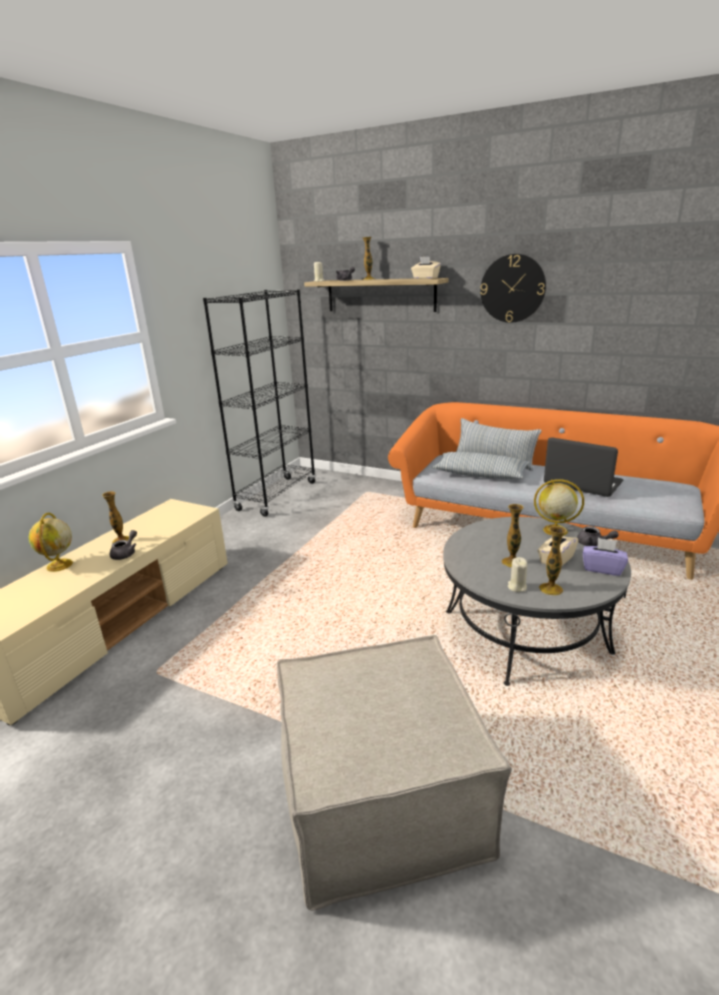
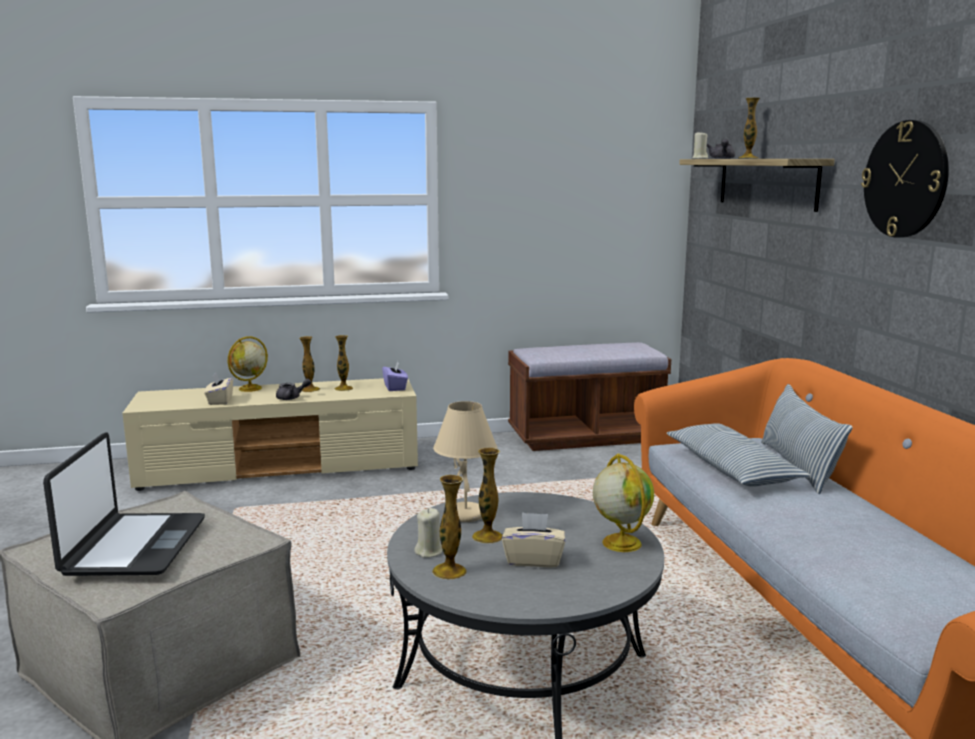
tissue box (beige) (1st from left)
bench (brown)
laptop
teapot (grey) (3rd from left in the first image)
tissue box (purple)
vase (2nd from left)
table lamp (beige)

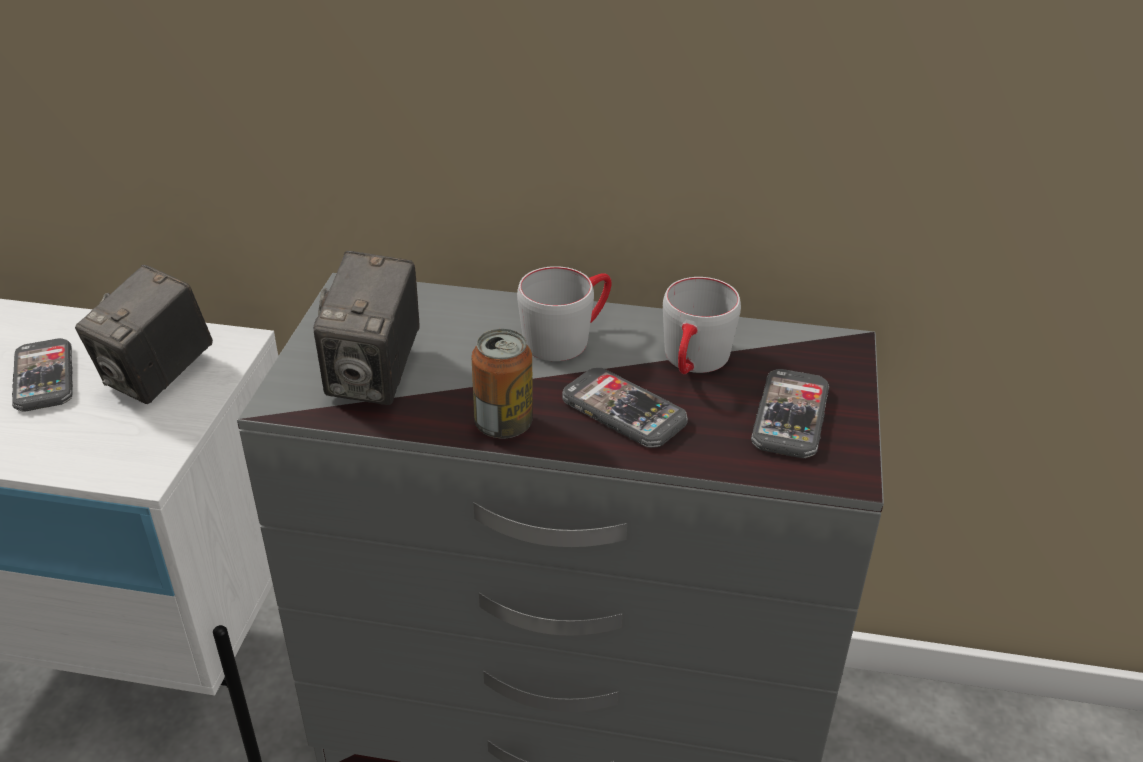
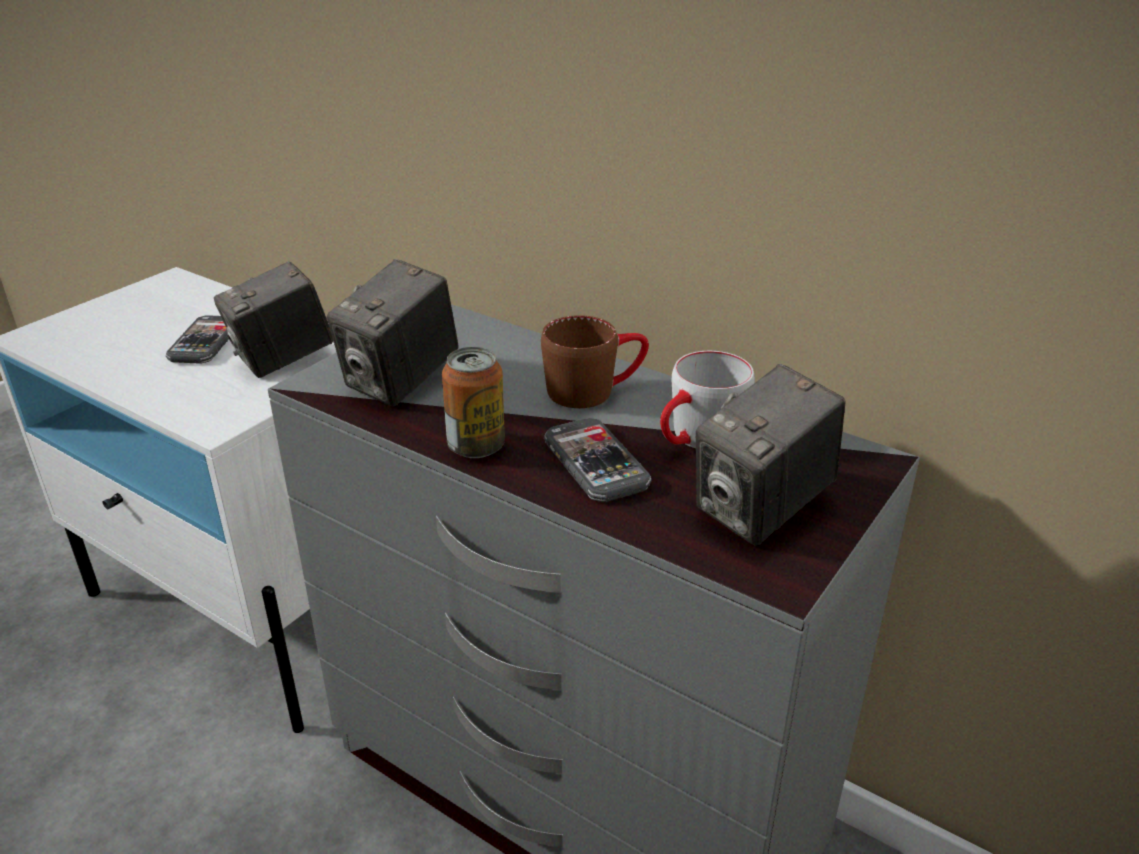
mug (brown)
photo camera (3rd from left)

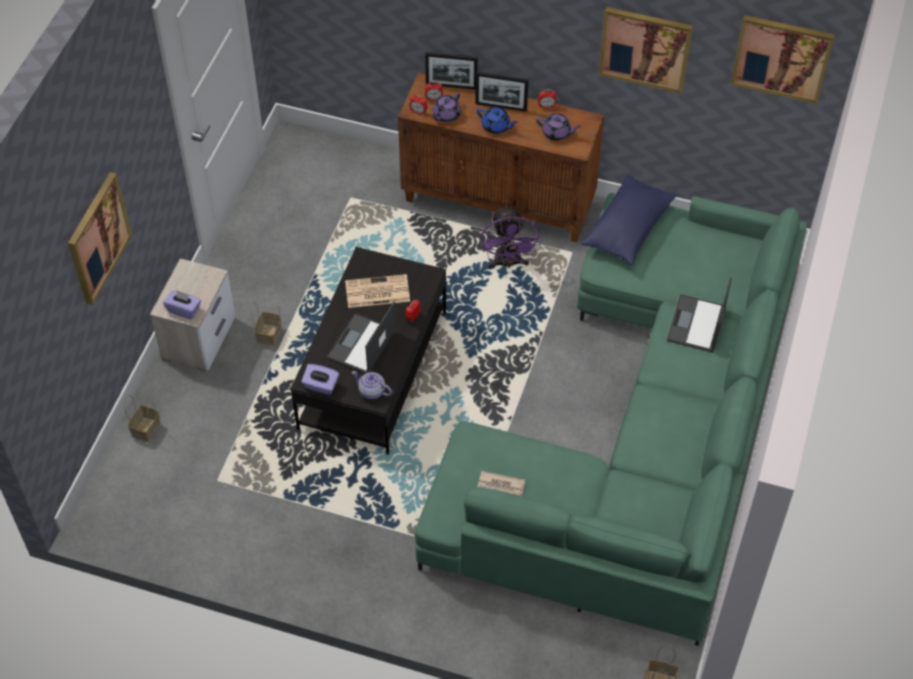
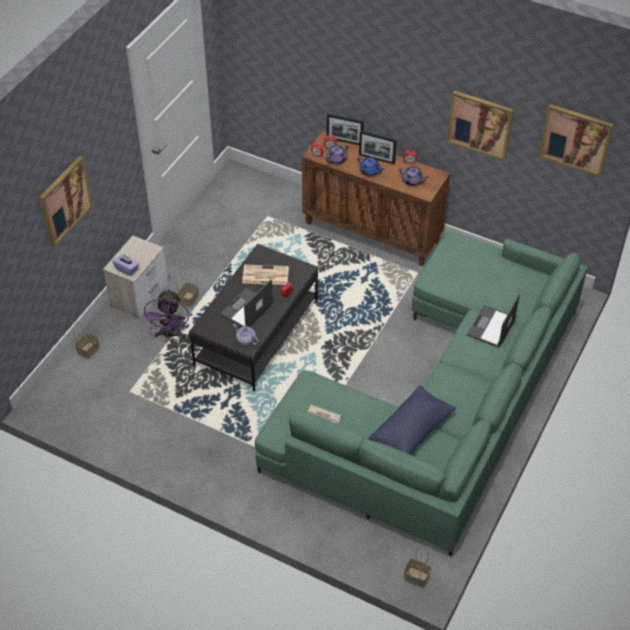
pillow (blue)
fan (purple)
tissue box (purple) (2nd from left in the first image)

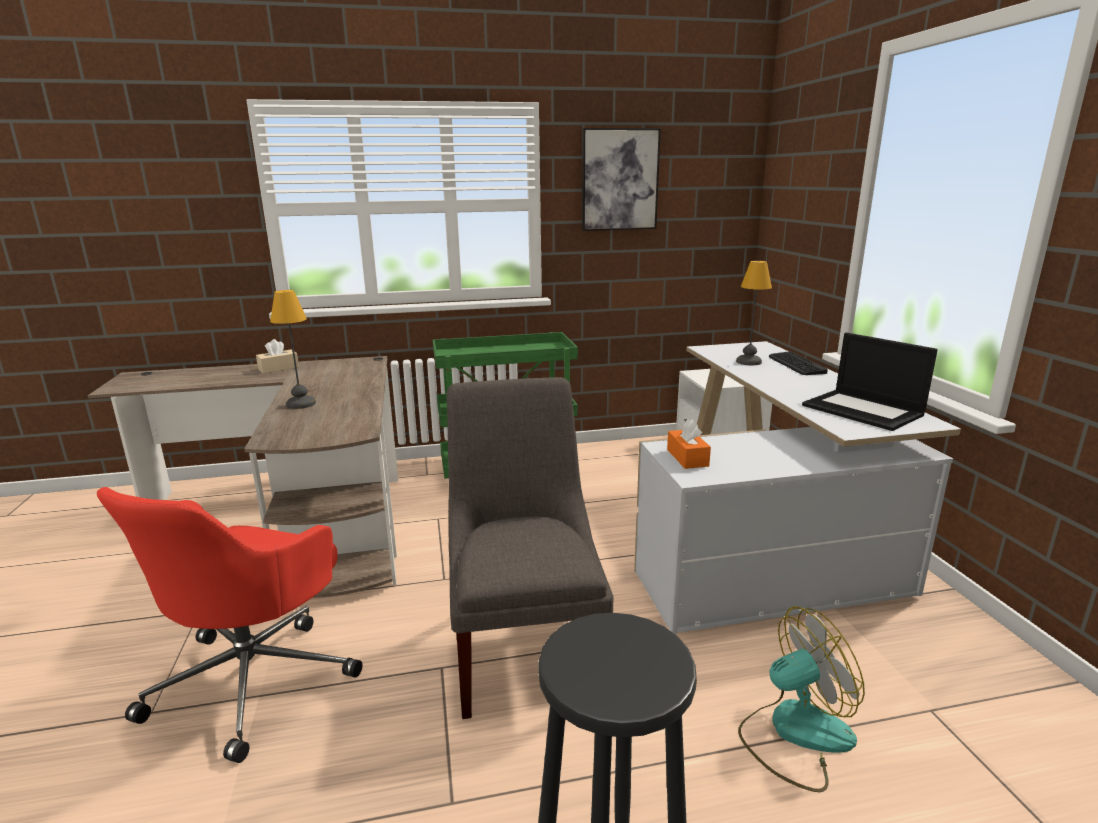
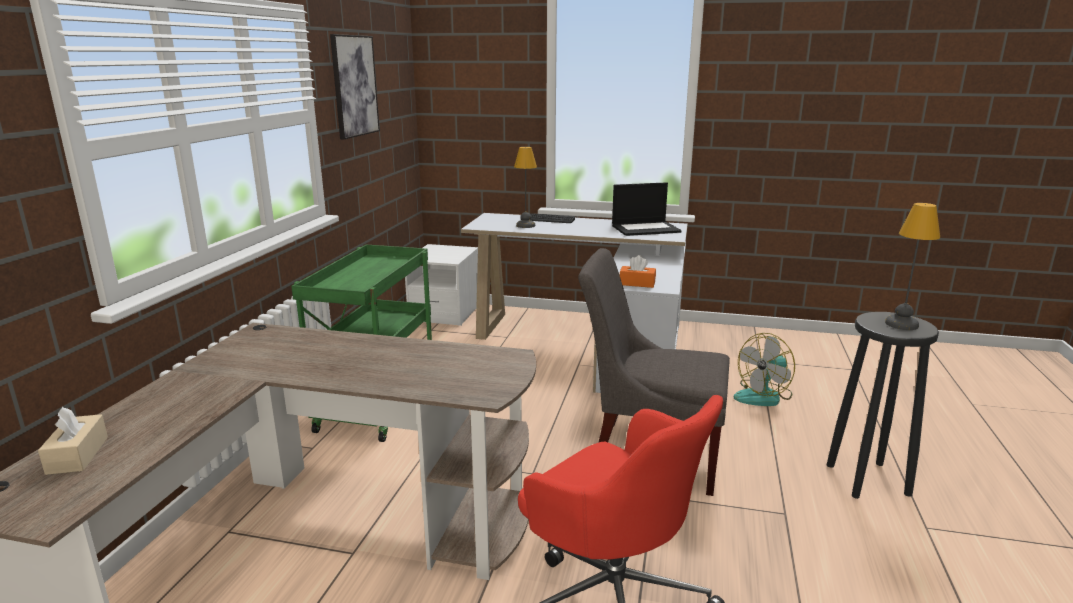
table lamp (2nd from left)
tissue box (beige)
fan

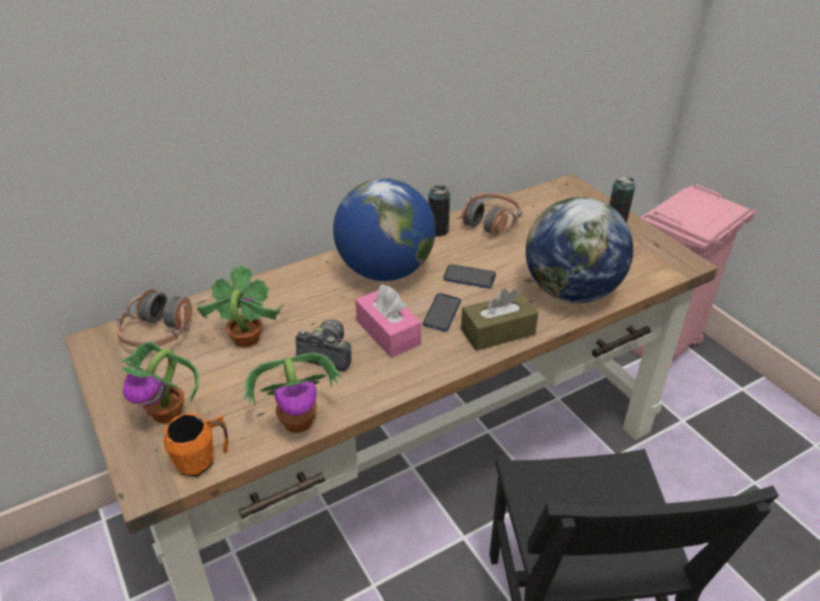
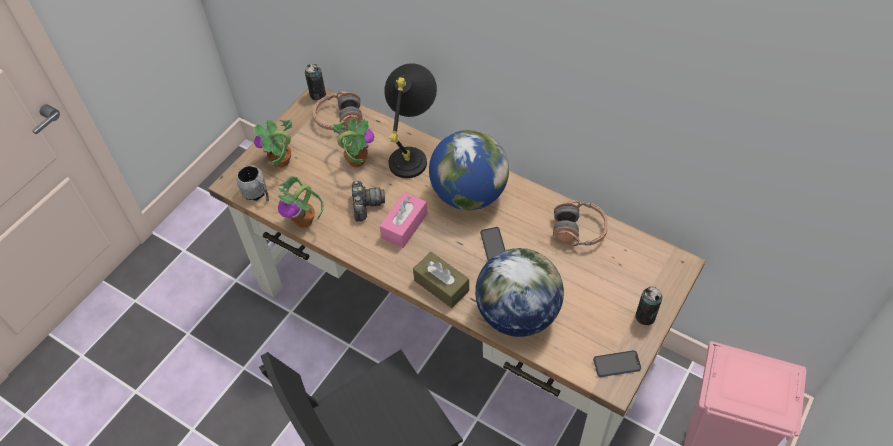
can (1st from left)
phone (2nd from left)
mug (grey)
table lamp (black)

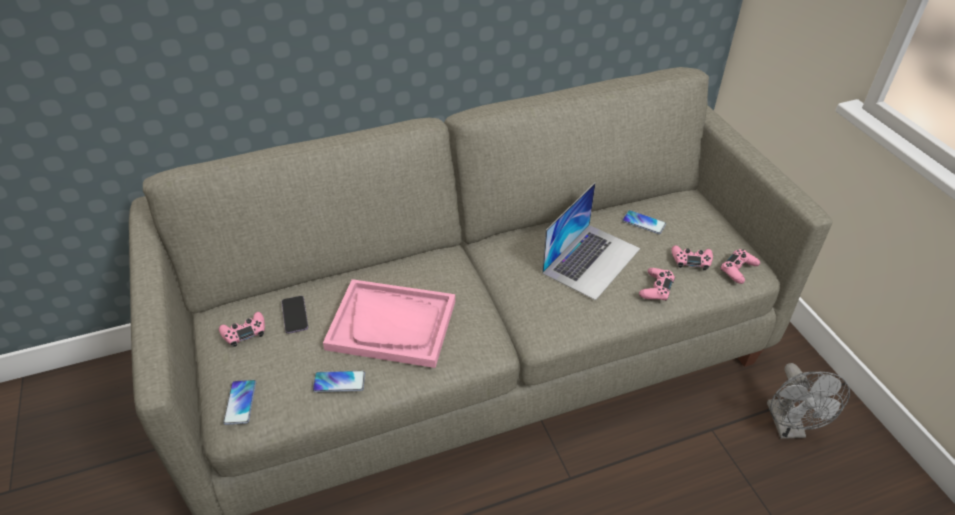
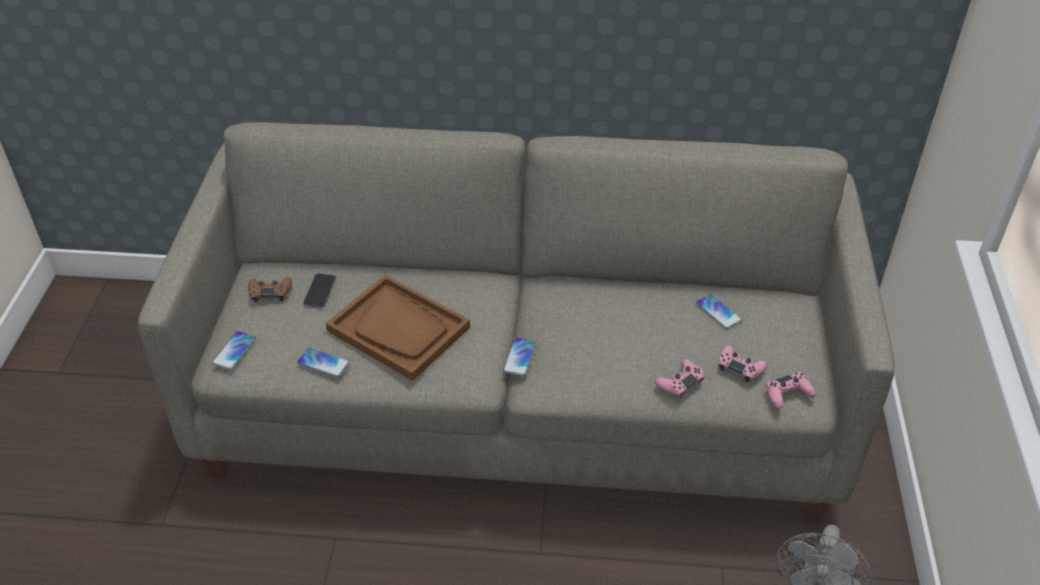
laptop
tray (brown)
game controller (brown)
phone (4th from left)

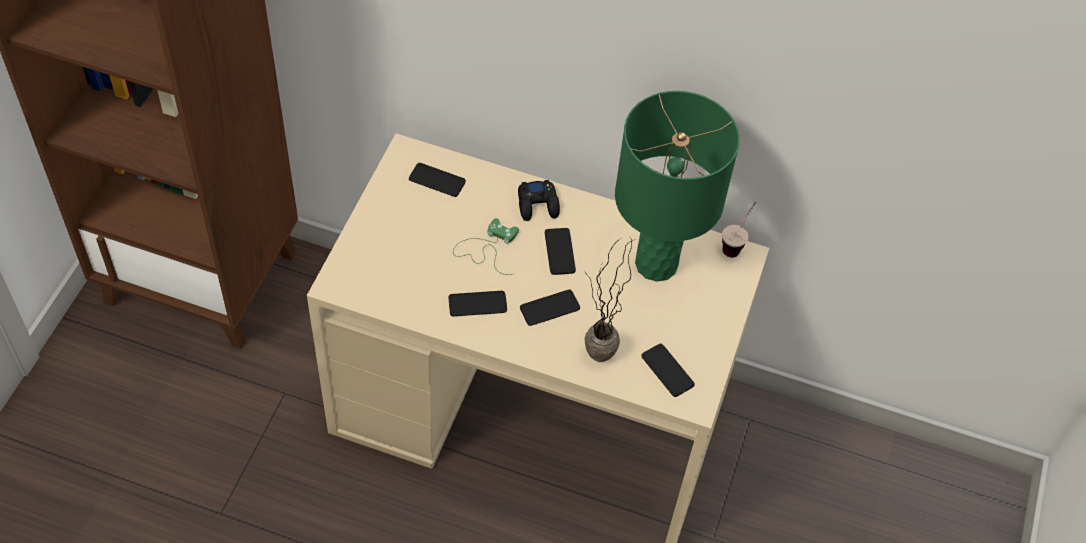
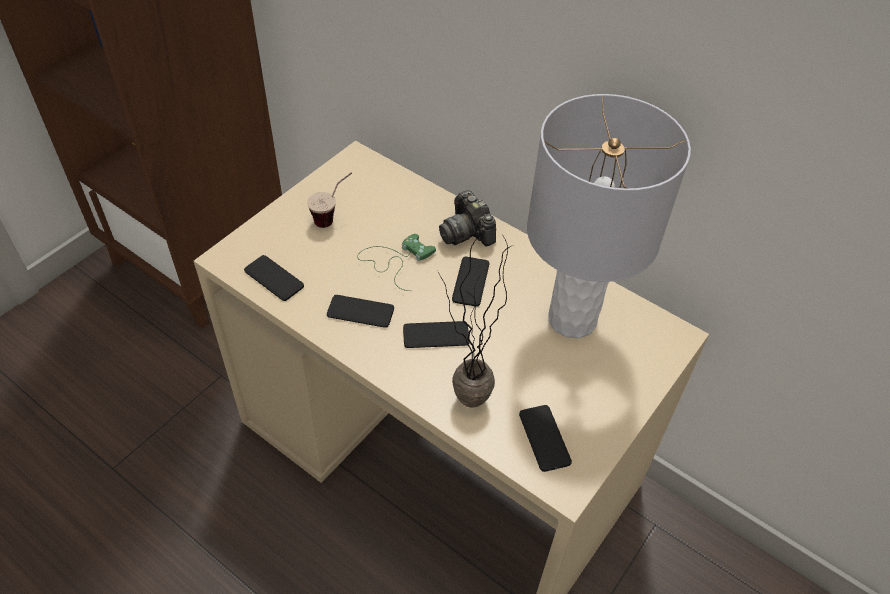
table lamp (grey)
phone (1st from left)
photo camera
cup

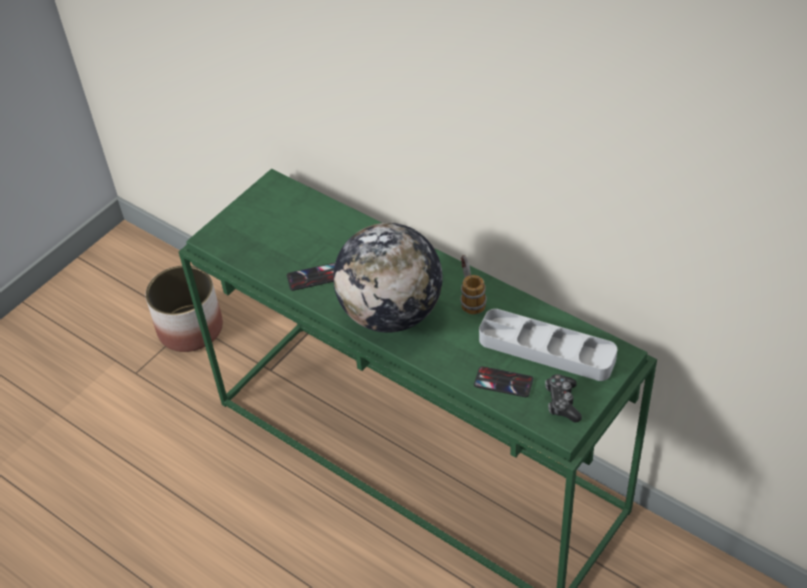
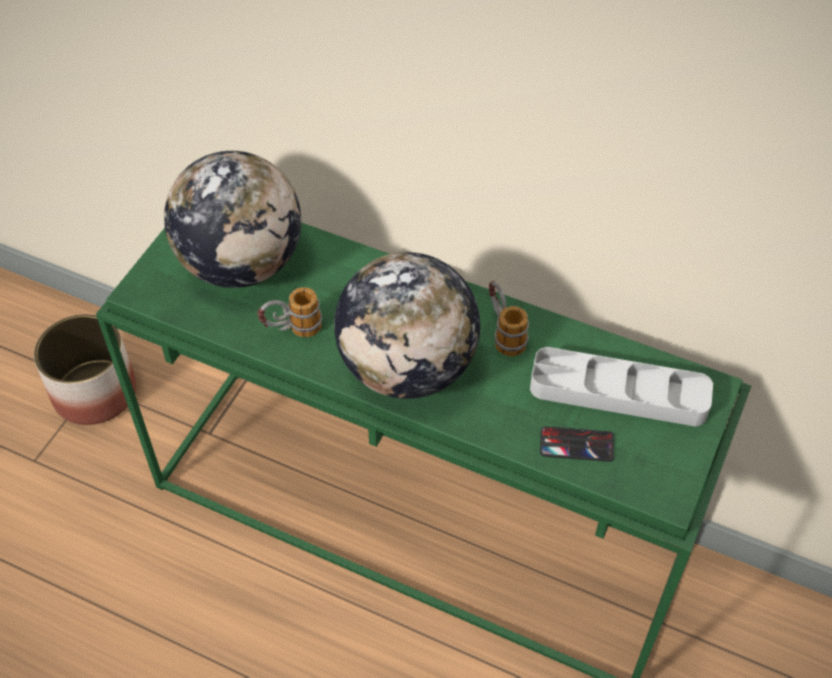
mug (1st from left)
game controller
globe (1st from left)

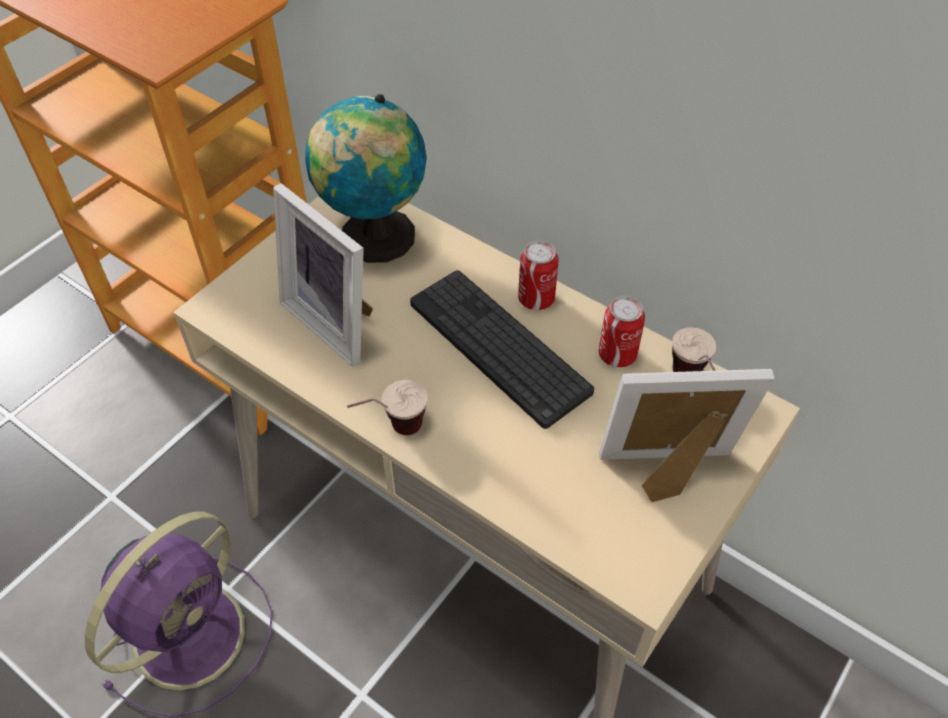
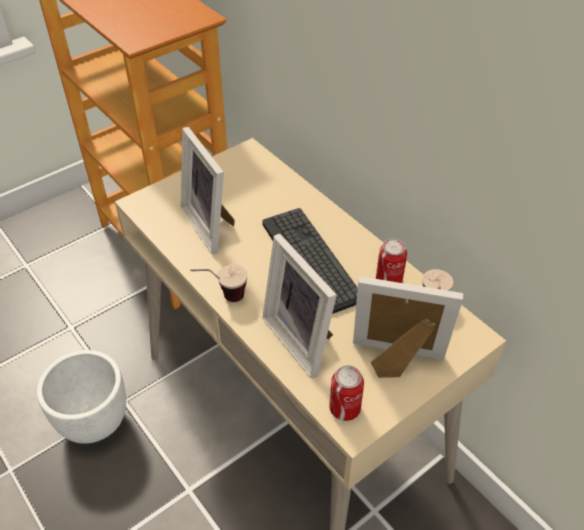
globe
can (1st from left)
planter (white)
picture frame (2nd from left)

